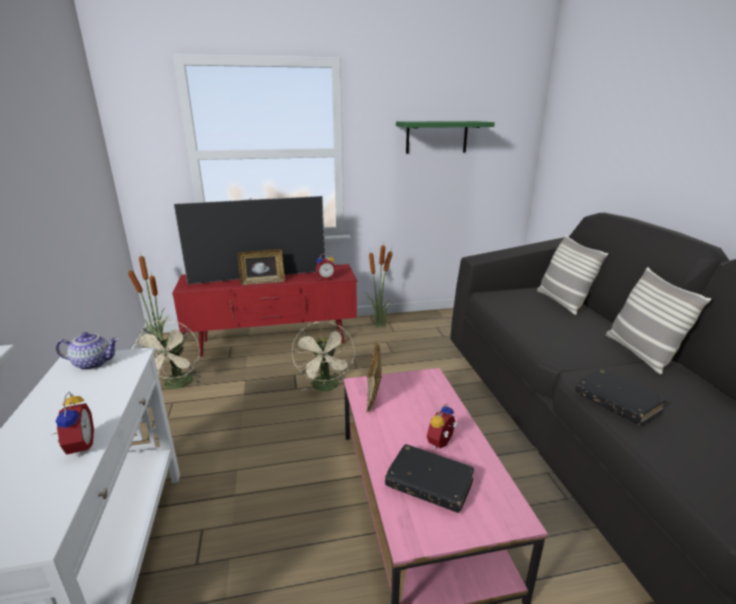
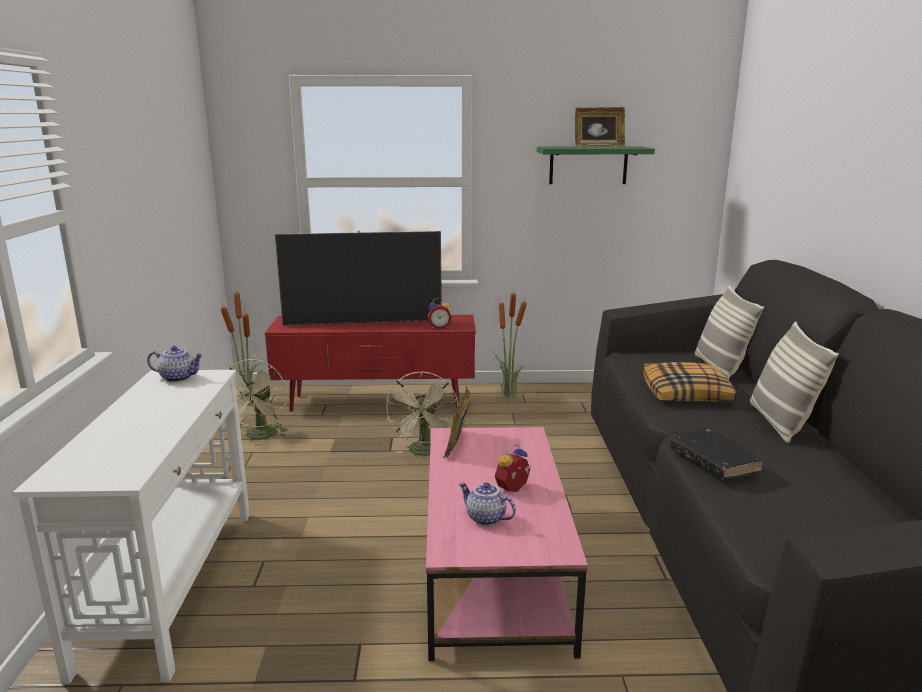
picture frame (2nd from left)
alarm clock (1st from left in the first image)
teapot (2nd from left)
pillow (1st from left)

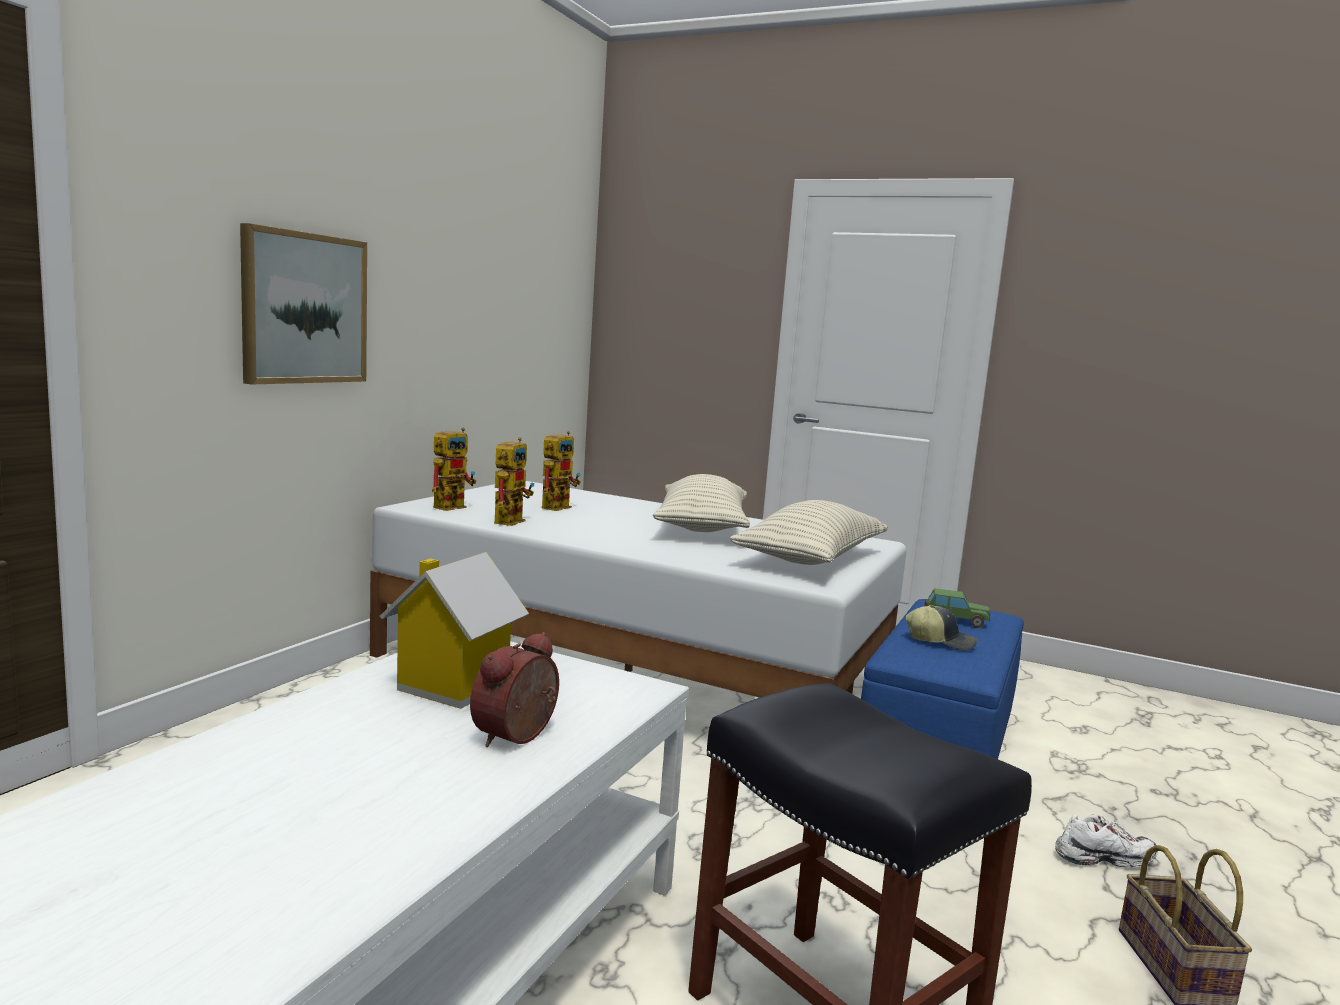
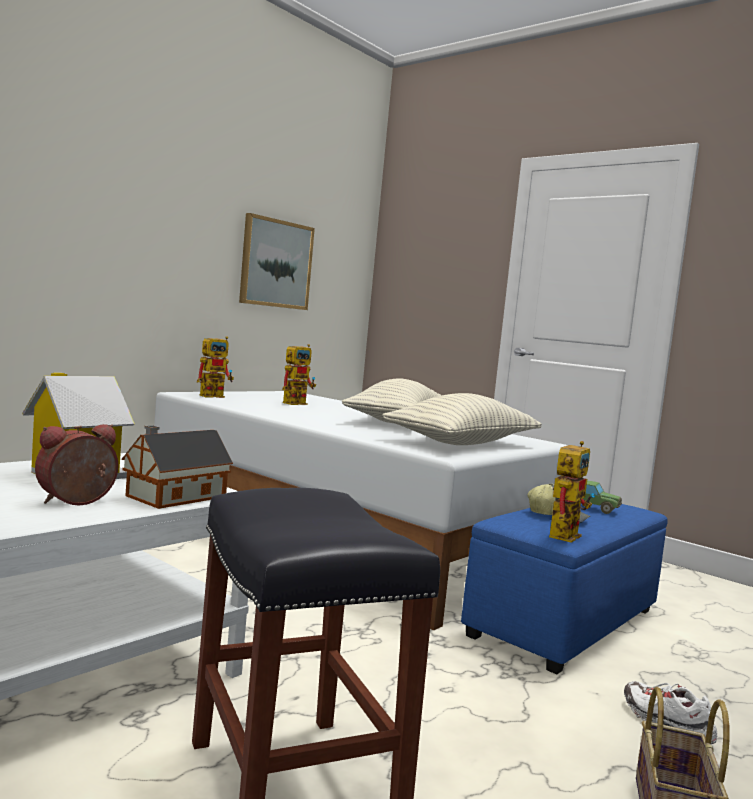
picture
toy robot (3rd from left)
shoe (white)
toy house (2nd from left)

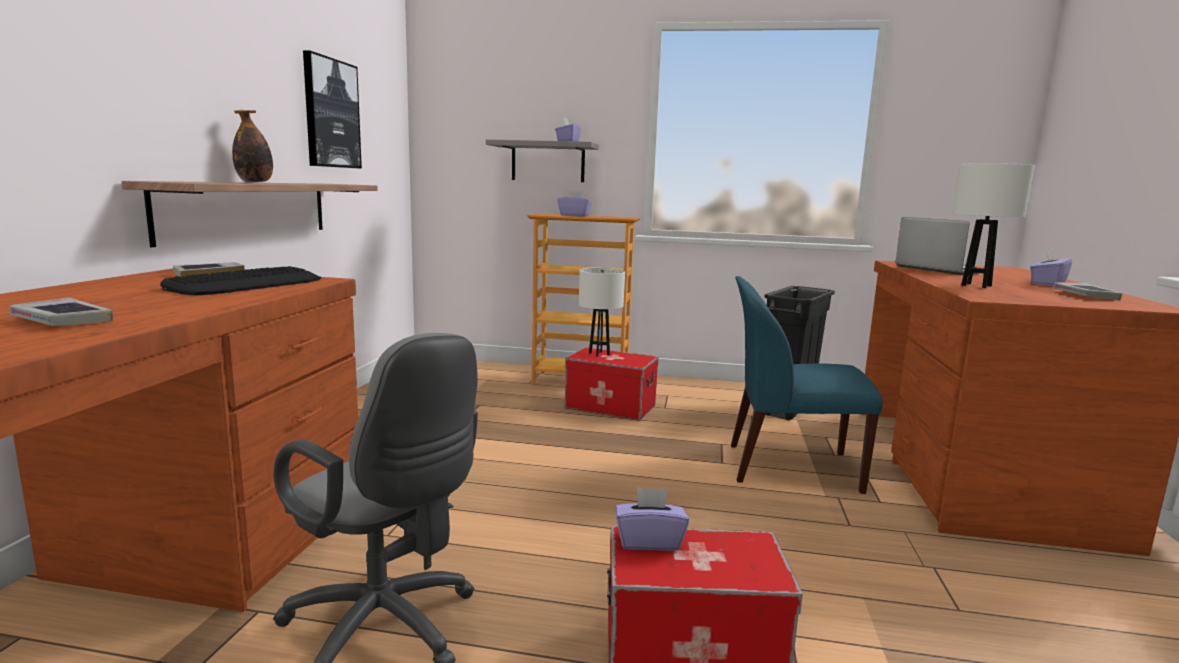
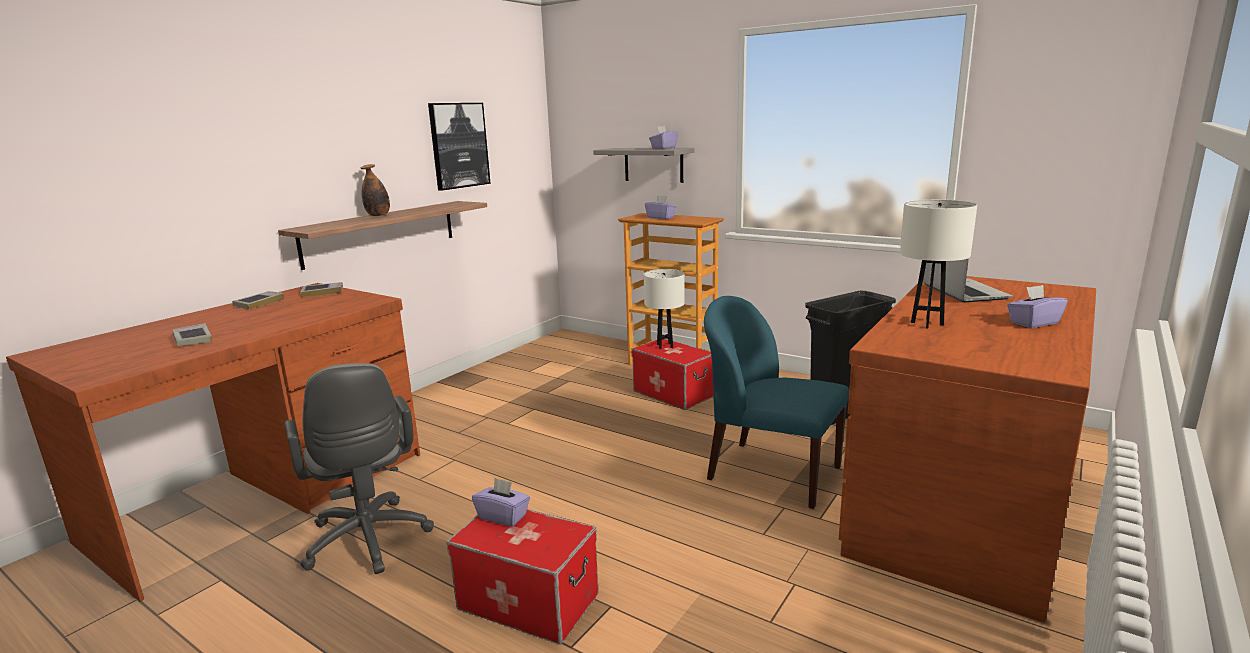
keyboard
book (2nd from left)

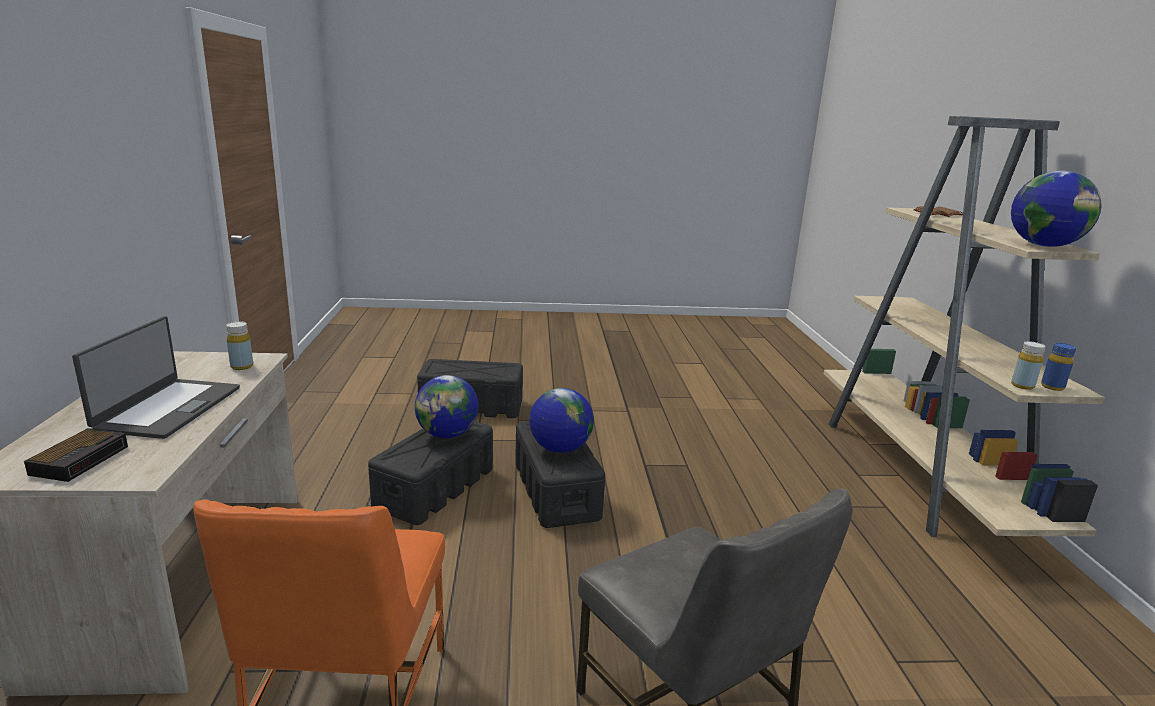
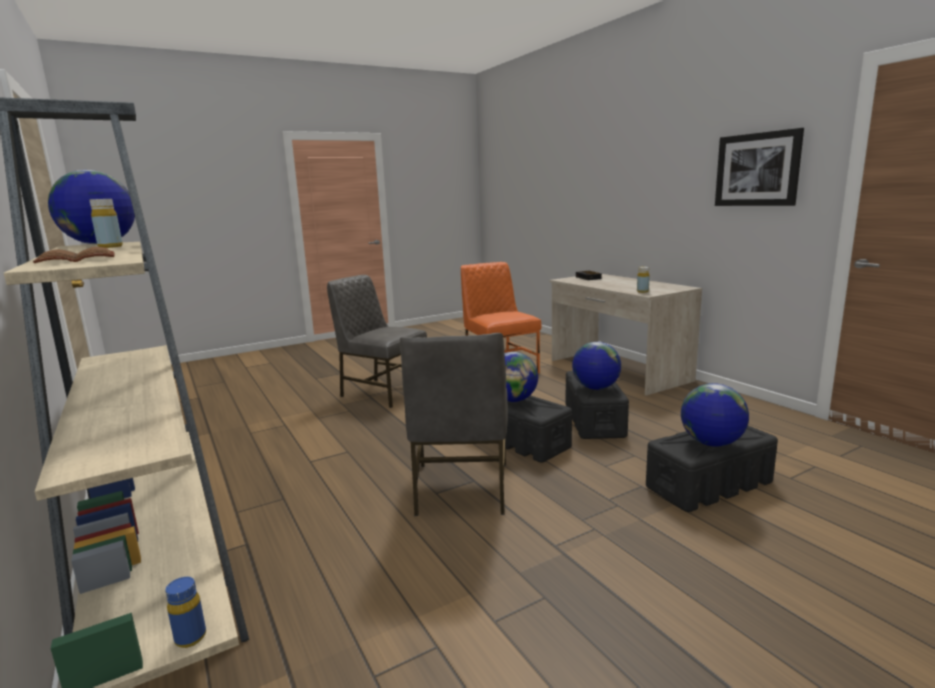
laptop
bottle (yellow) (1st from left)
bottle (blue)
picture
chair (grey) (2nd from left)
globe (4th from left)

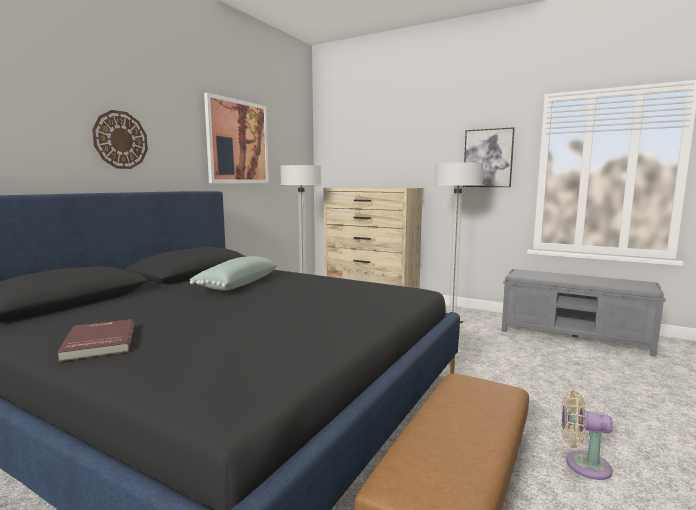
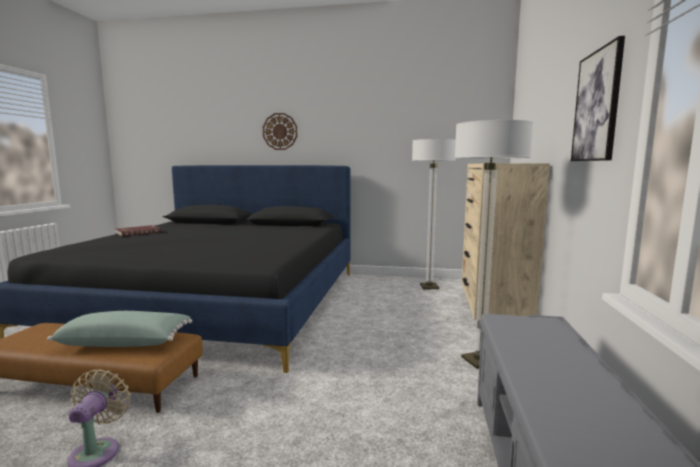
picture (1st from left in the first image)
pillow (green)

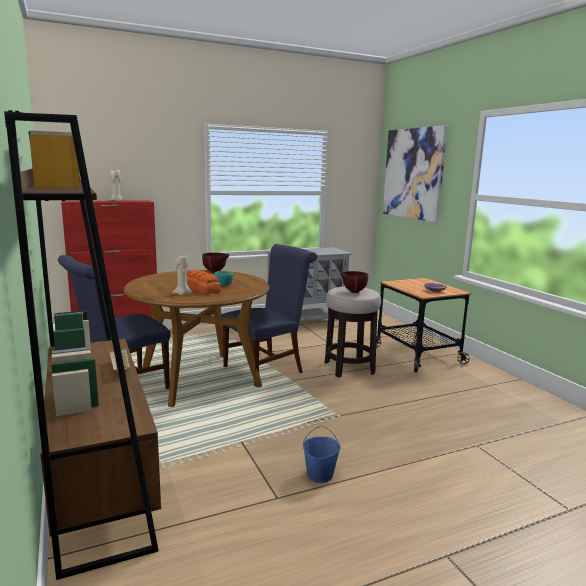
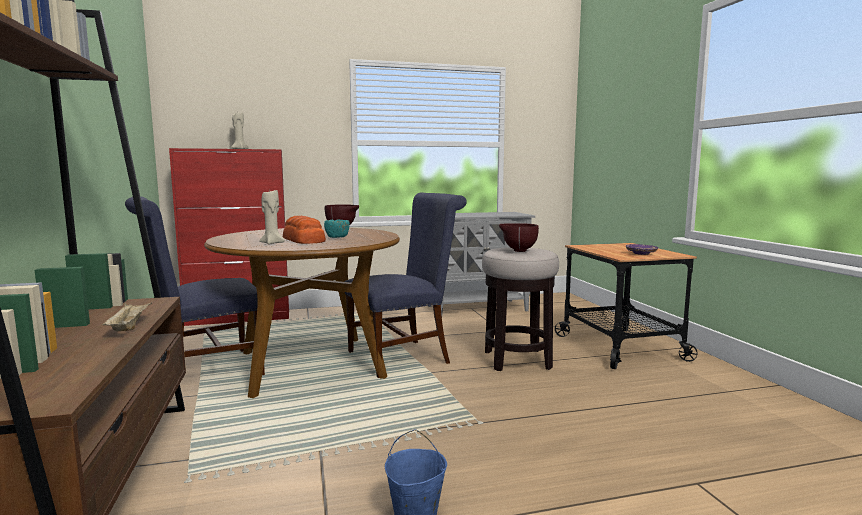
picture

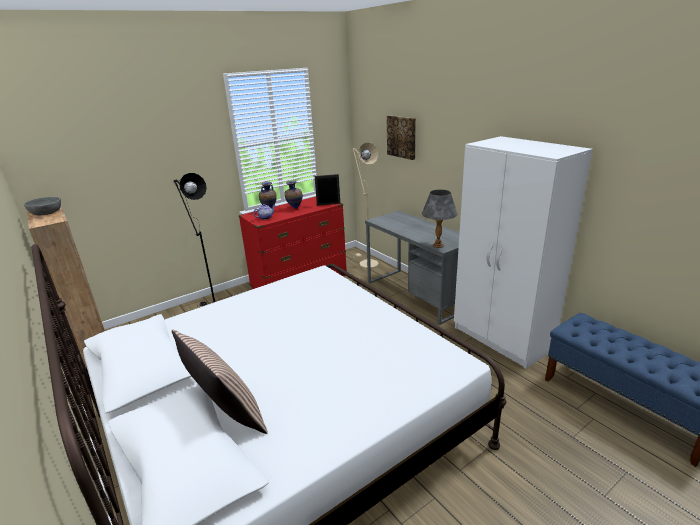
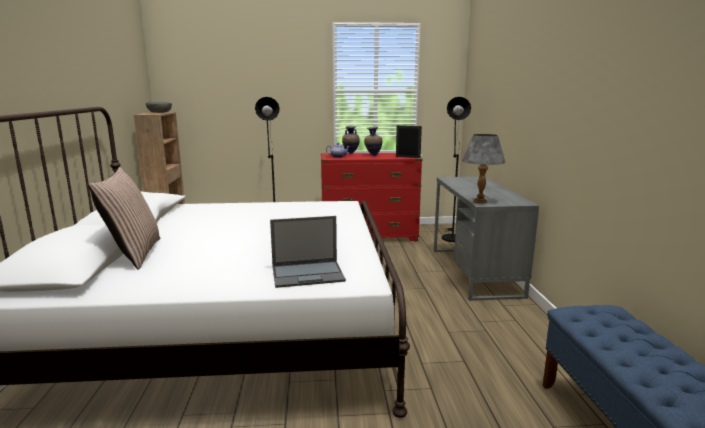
picture
wardrobe (white)
floor lamp (black) (2nd from left)
laptop

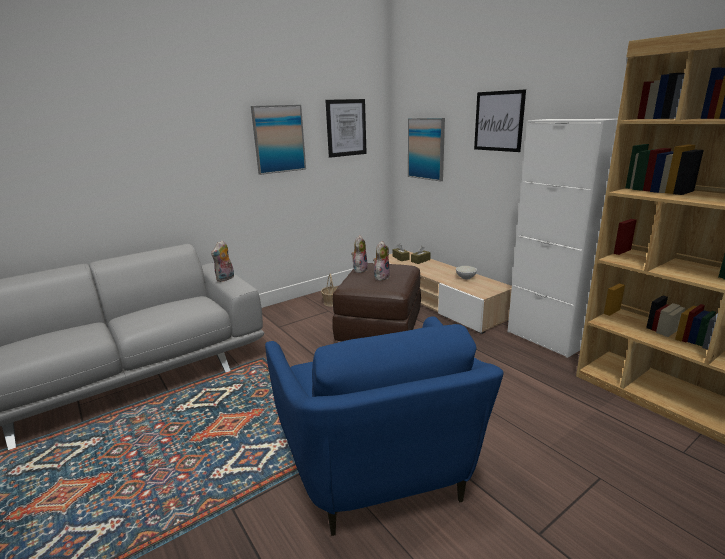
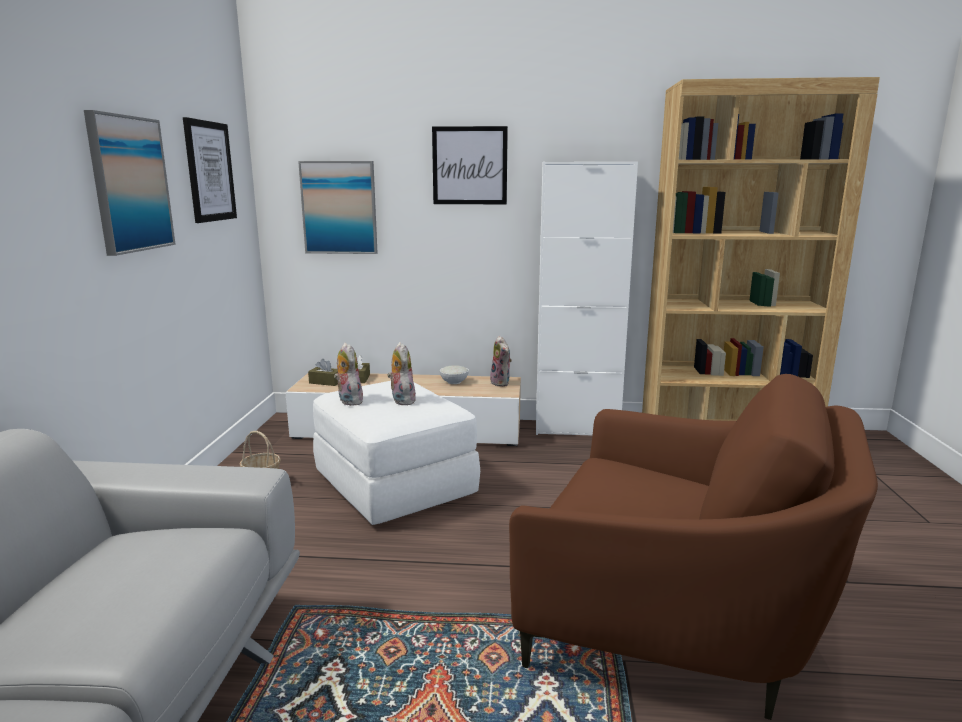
plush toy (3rd from left)
ottoman (white)
armchair (brown)

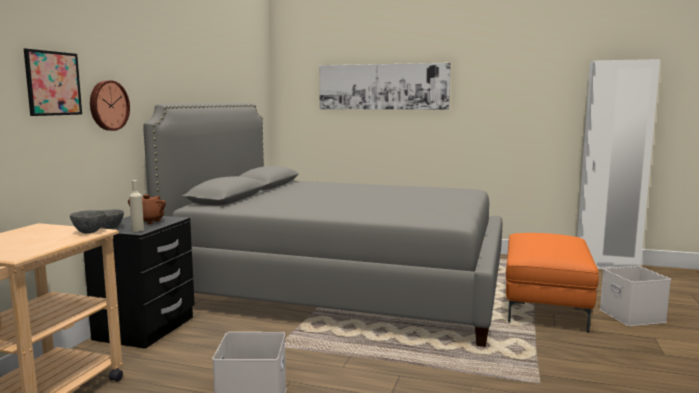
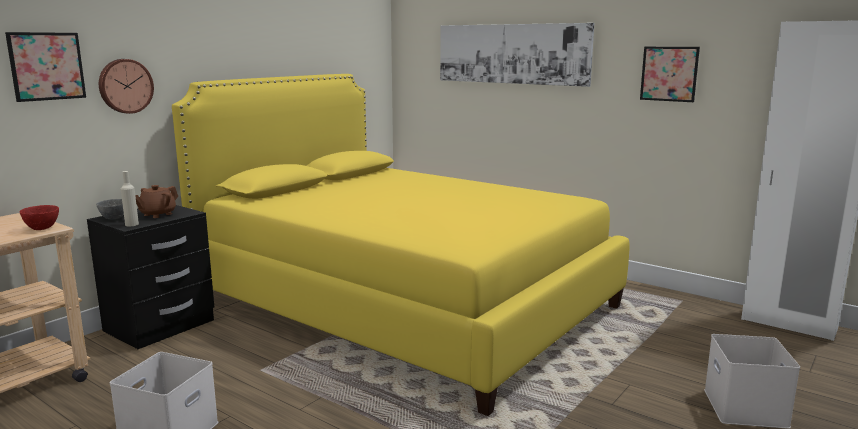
bed (yellow)
bowl (red)
ottoman (orange)
picture (3rd from left)

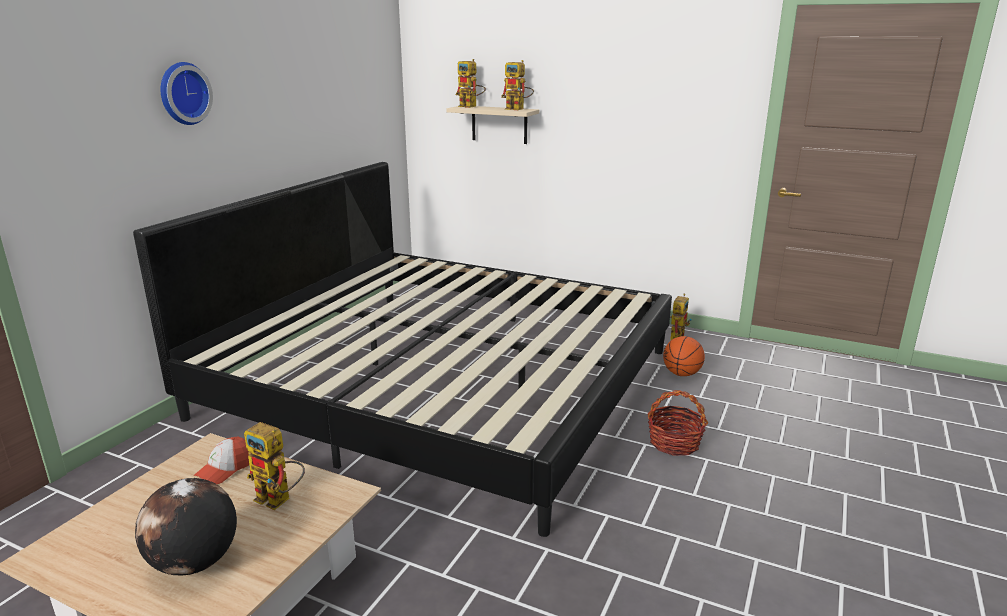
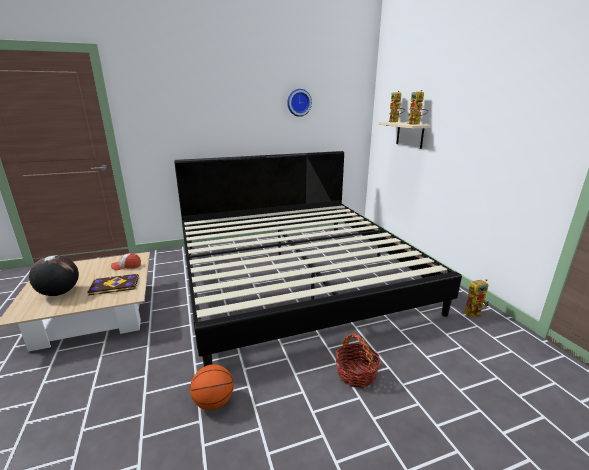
wall clock
basketball
book

